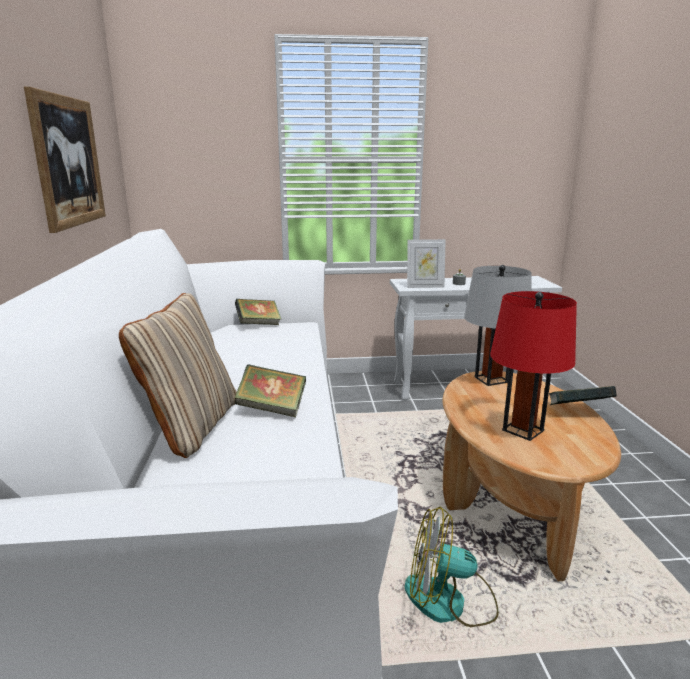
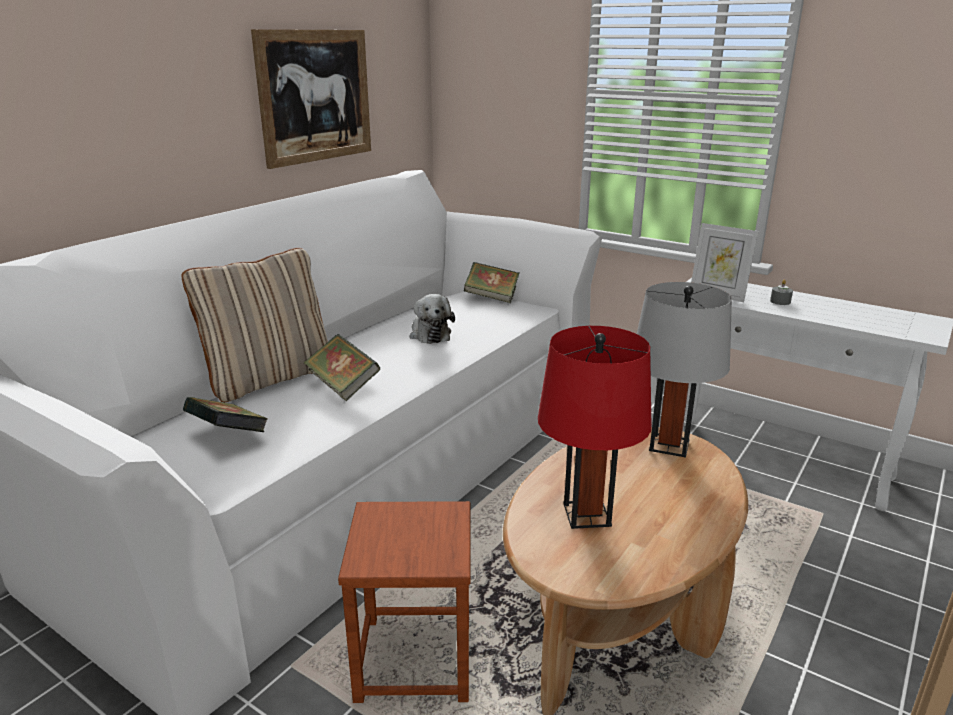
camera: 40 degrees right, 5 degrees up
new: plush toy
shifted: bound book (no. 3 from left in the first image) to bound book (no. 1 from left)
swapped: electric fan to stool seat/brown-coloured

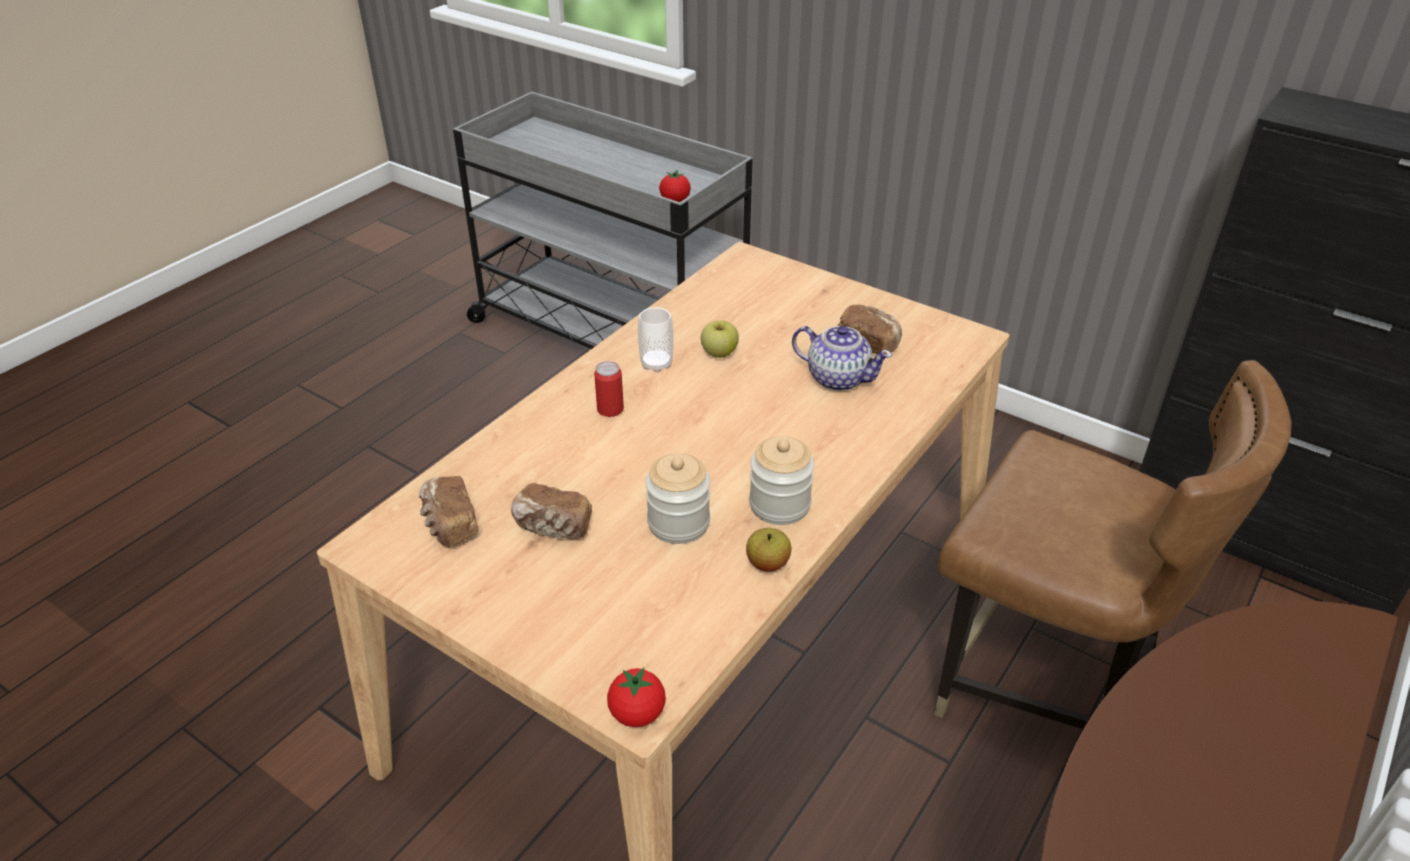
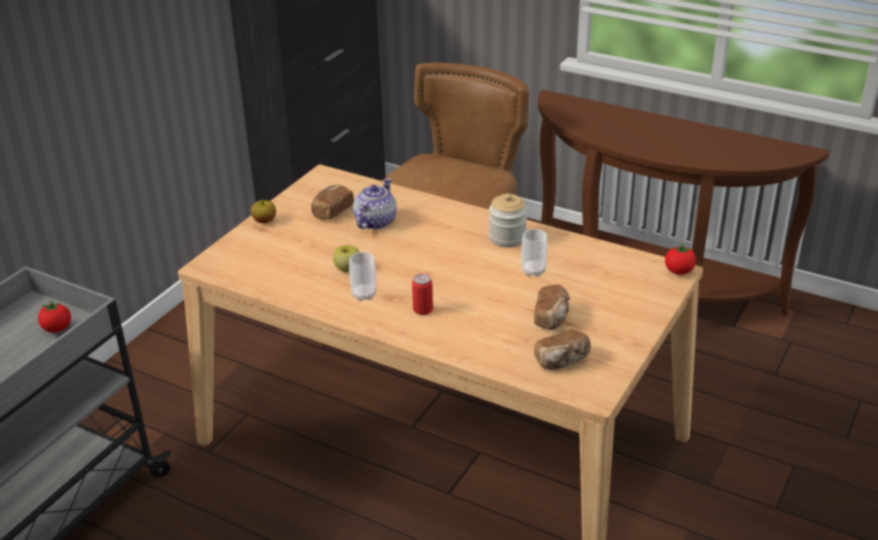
camera: 95 degrees left, 5 degrees down
shifted: apple (no. 2 from left in the first image) to apple (no. 1 from left)
swapped: jar (no. 1 from left) to cup (no. 2 from left)

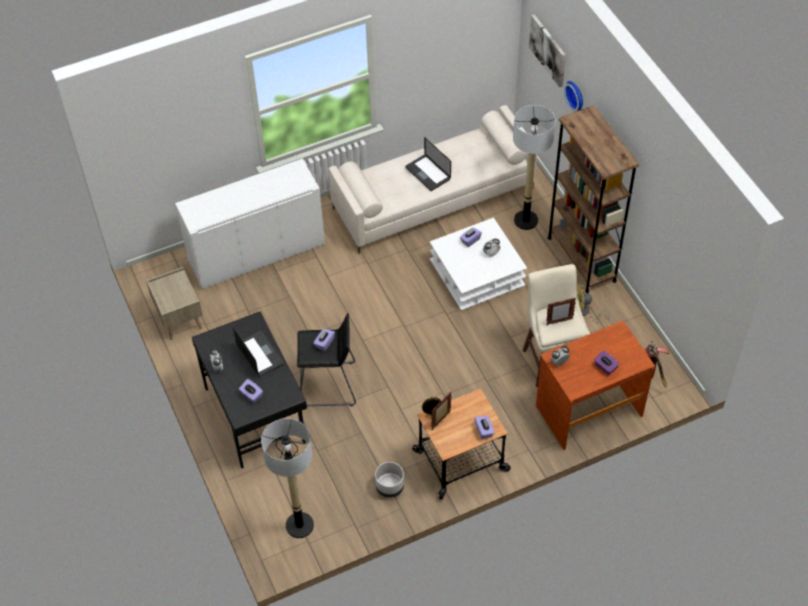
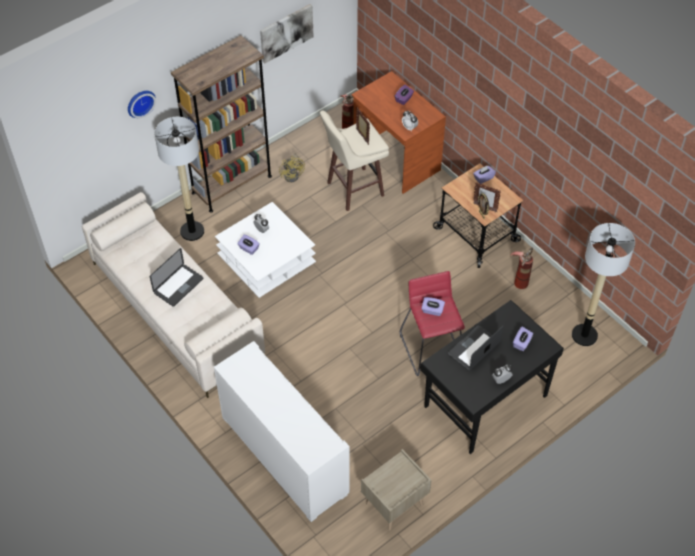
camera: 105 degrees left, 0 degrees up
shifted: wall art
swapped: flower pot/grey to fire extinguisher (no. 2 from left)
repainted: stool seat/blackish to stool seat/red-coloured

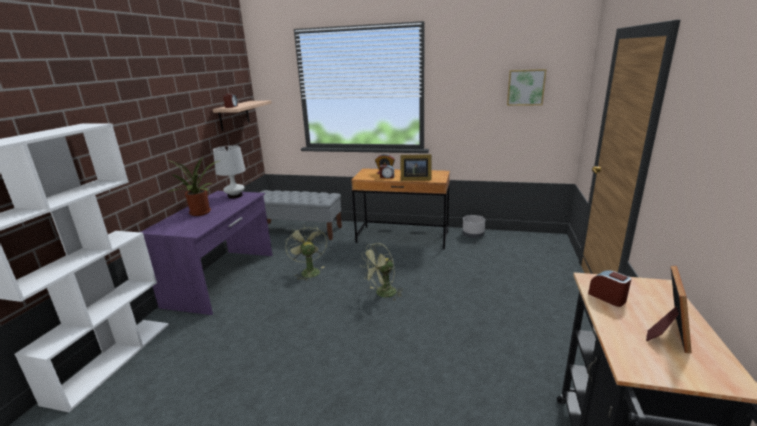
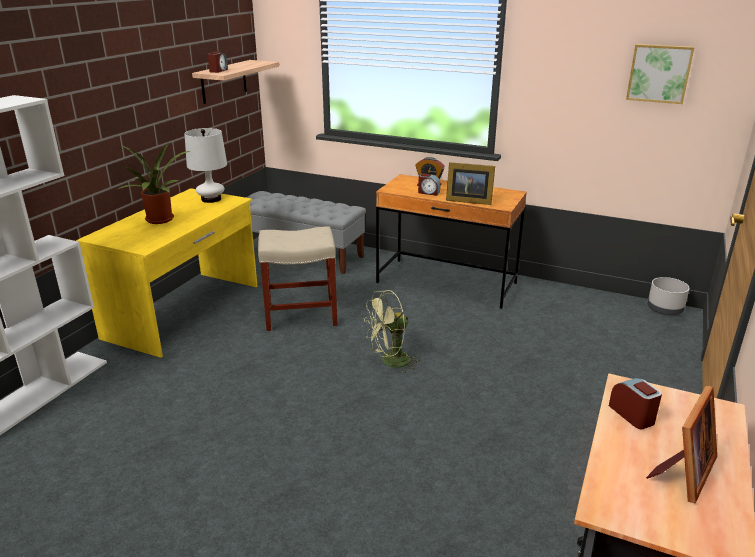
camera: 10 degrees right, 5 degrees up
shifted: flower pot/grey
swapped: electric fan/green (no. 1 from left) to stool seat/sand-coloured
repainted: desk/purple to desk/yellow

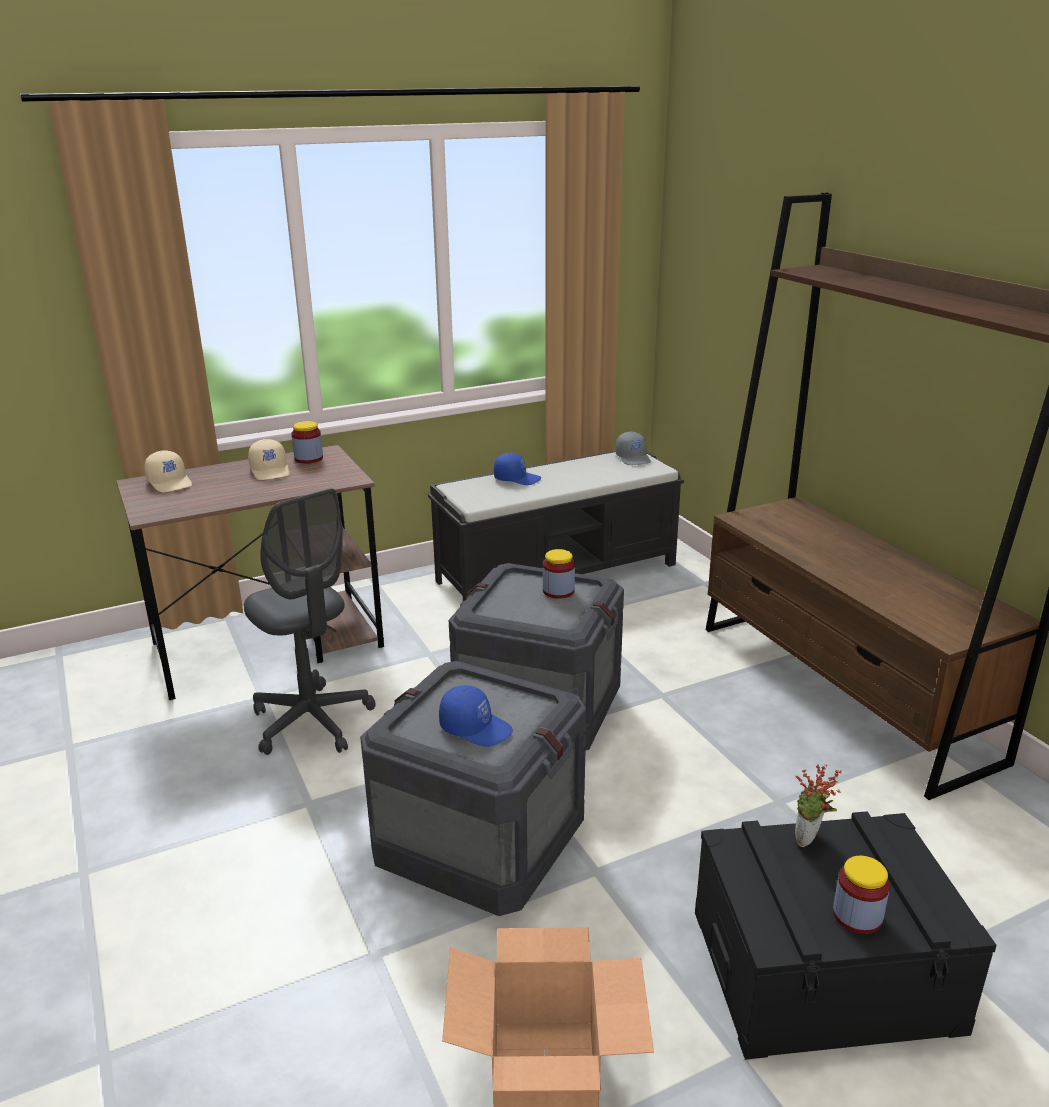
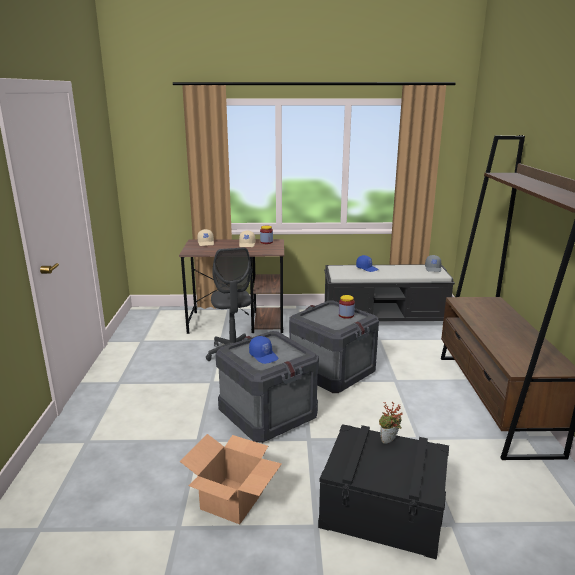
camera: 25 degrees right, 5 degrees down
gone: jar (no. 3 from left)

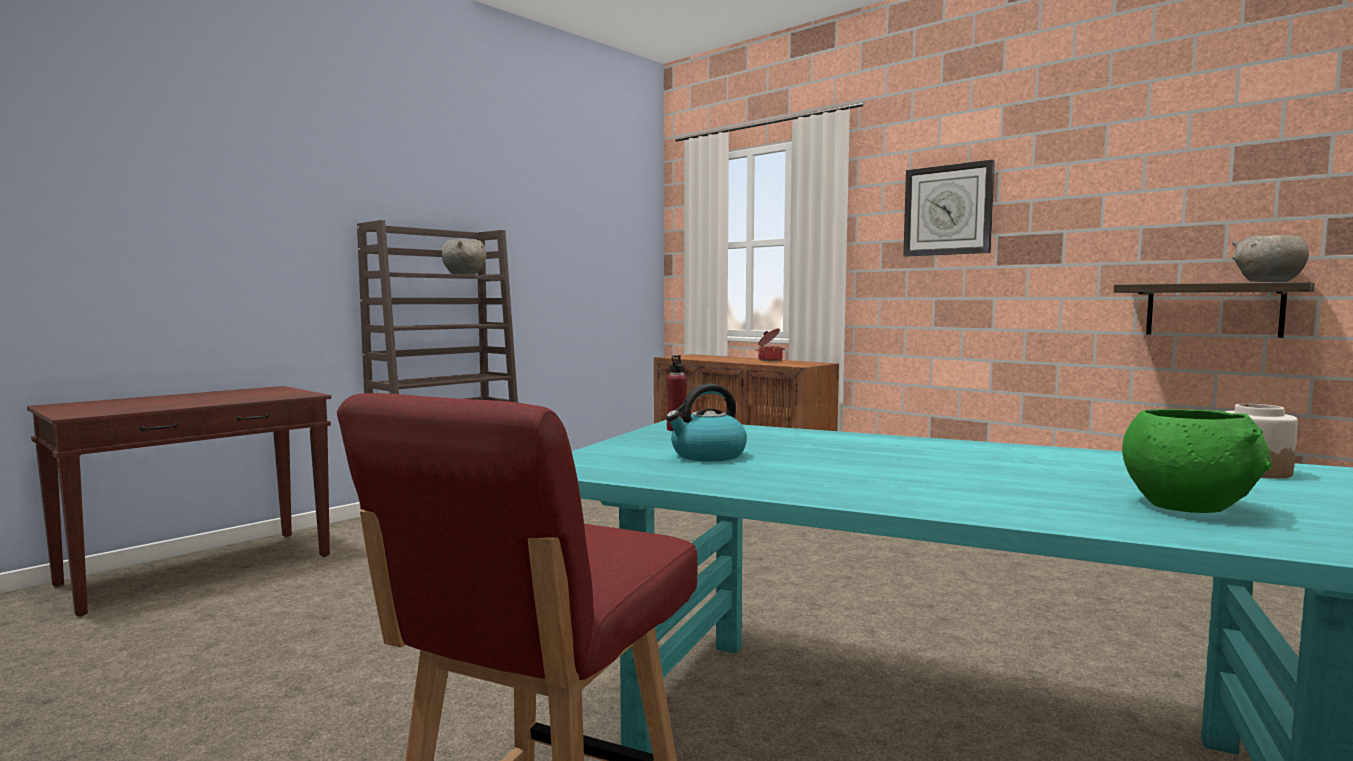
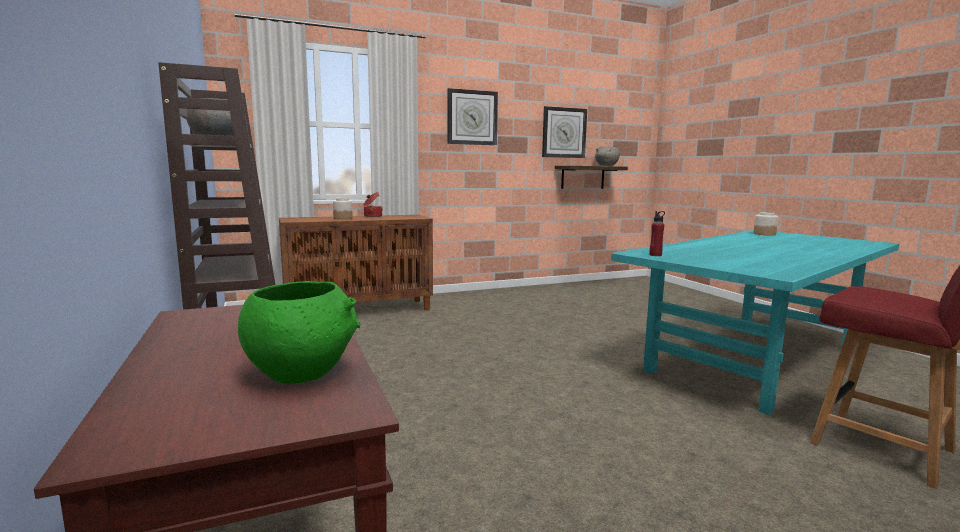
camera: 65 degrees left, 5 degrees up
gone: tea kettle
new: jar (no. 1 from left); wall clock (no. 2 from left)
shifted: deep dish/green

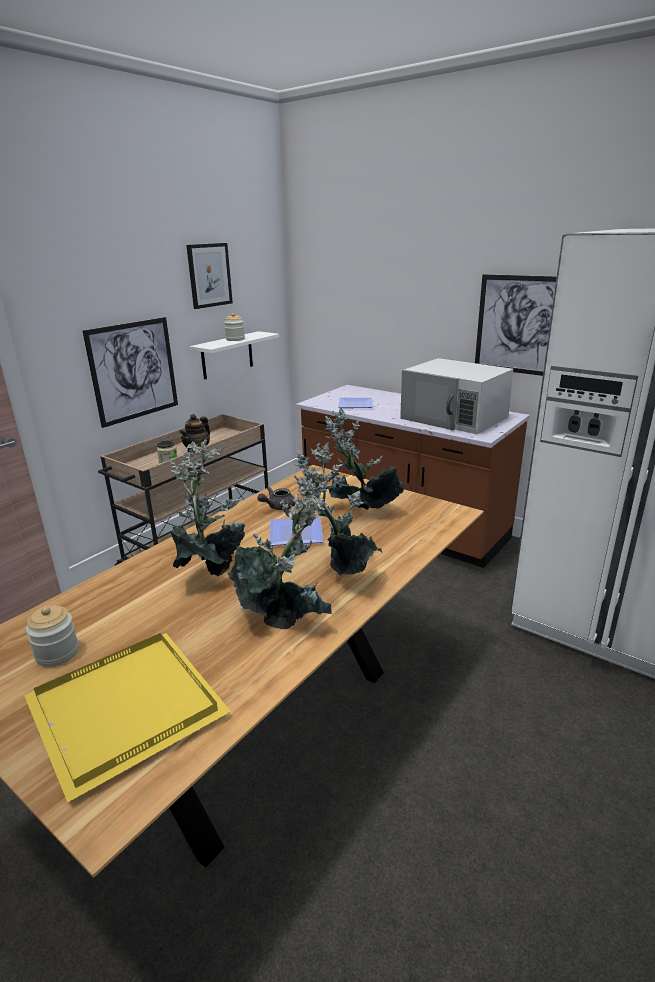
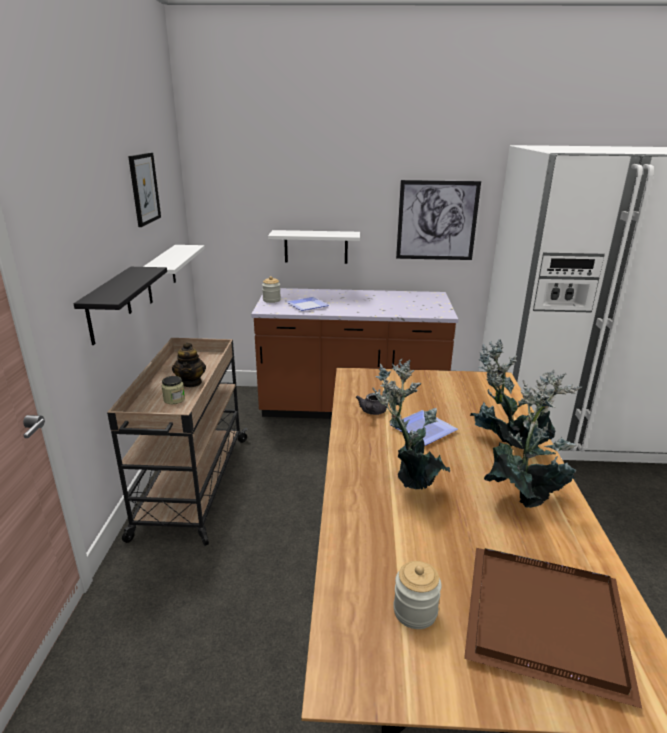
camera: 35 degrees left, 0 degrees up
gone: potted plant (no. 4 from left); microwave oven/white
new: bracket shelf/white (no. 2 from left)
shifted: jar (no. 3 from left in the first image) to jar (no. 2 from left)
swapped: wall art (no. 1 from left) to bracket shelf/blackish
repainted: serving tray/yellow to serving tray/brown-coloured

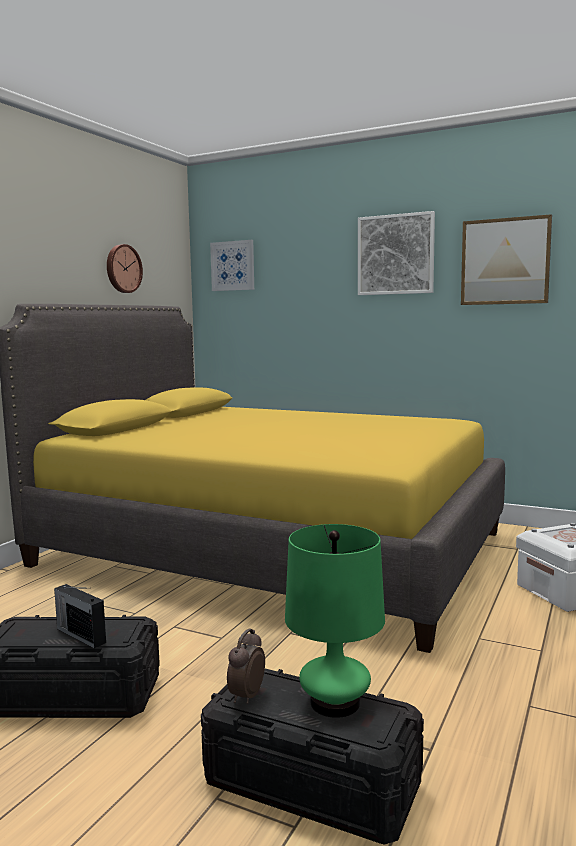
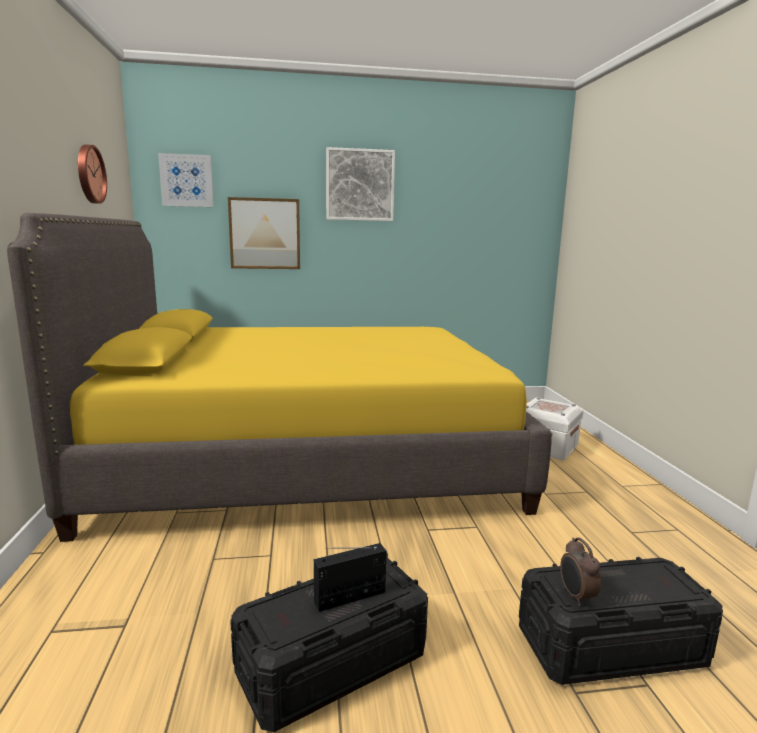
camera: 35 degrees left, 5 degrees up
gone: tabletop lamp/green
shifted: wall art (no. 3 from left in the first image) to wall art (no. 2 from left)
rotated: radio receiver 150 degrees clockwise

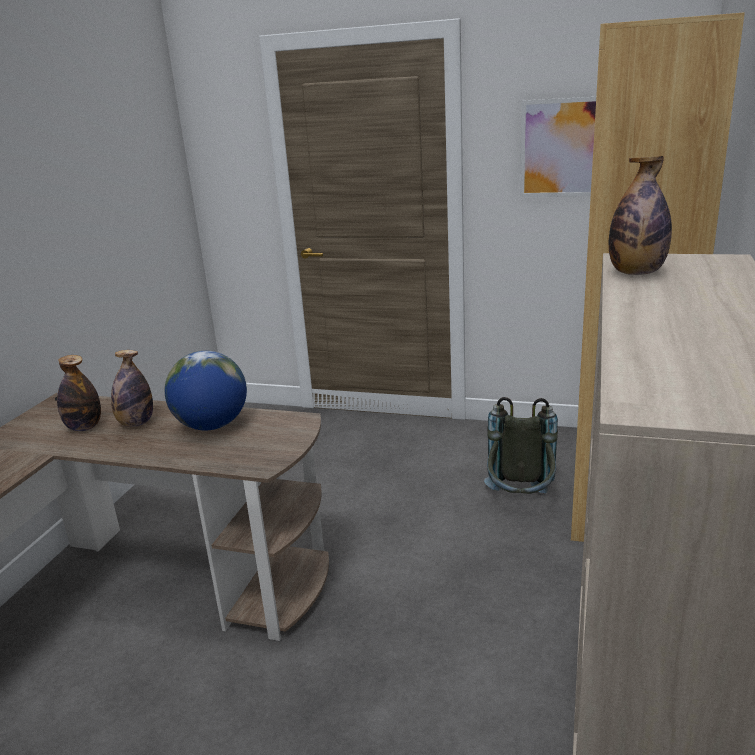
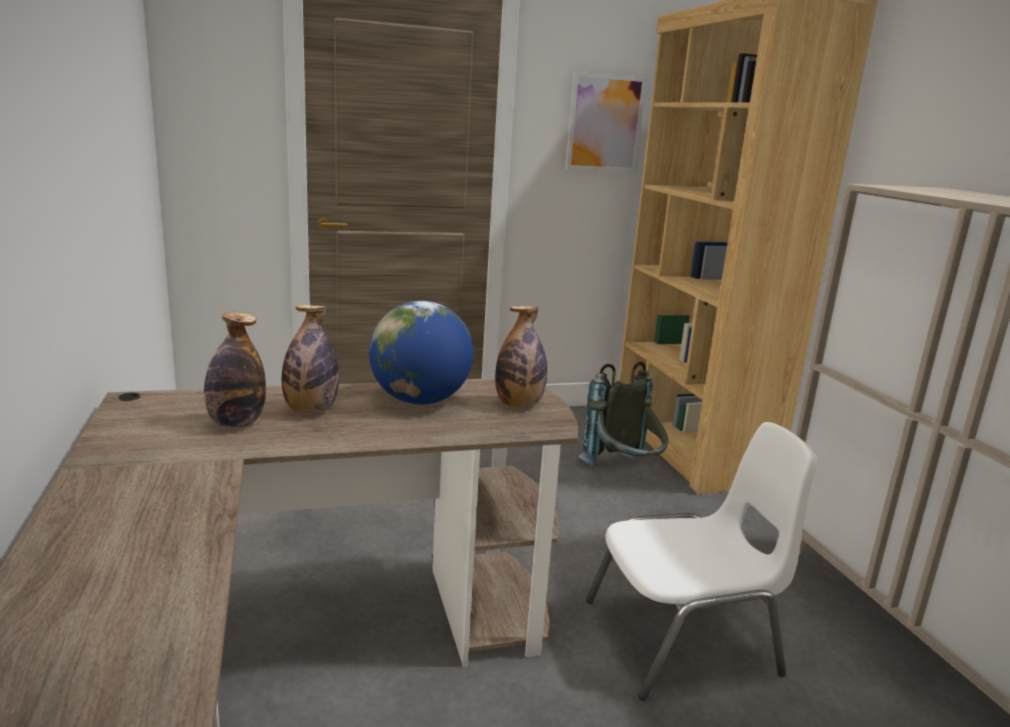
camera: 35 degrees left, 5 degrees down
new: upright chair/white
shifted: beverage bottle (no. 3 from left)

